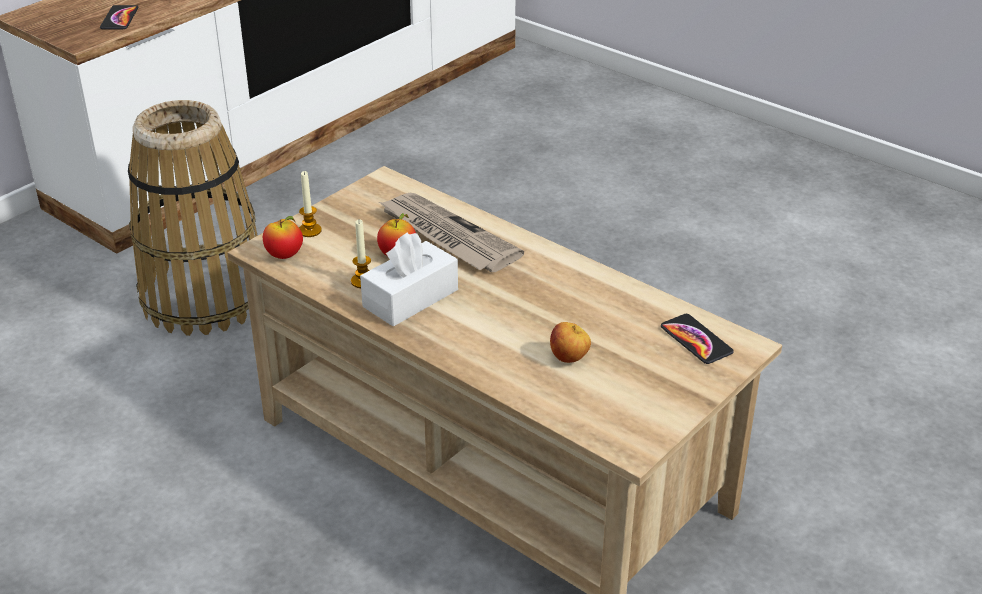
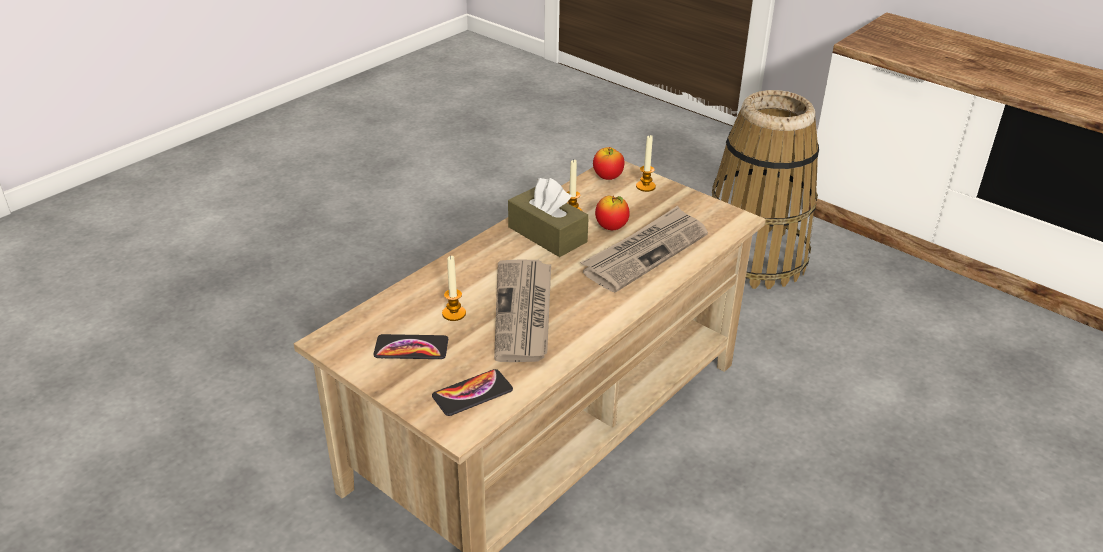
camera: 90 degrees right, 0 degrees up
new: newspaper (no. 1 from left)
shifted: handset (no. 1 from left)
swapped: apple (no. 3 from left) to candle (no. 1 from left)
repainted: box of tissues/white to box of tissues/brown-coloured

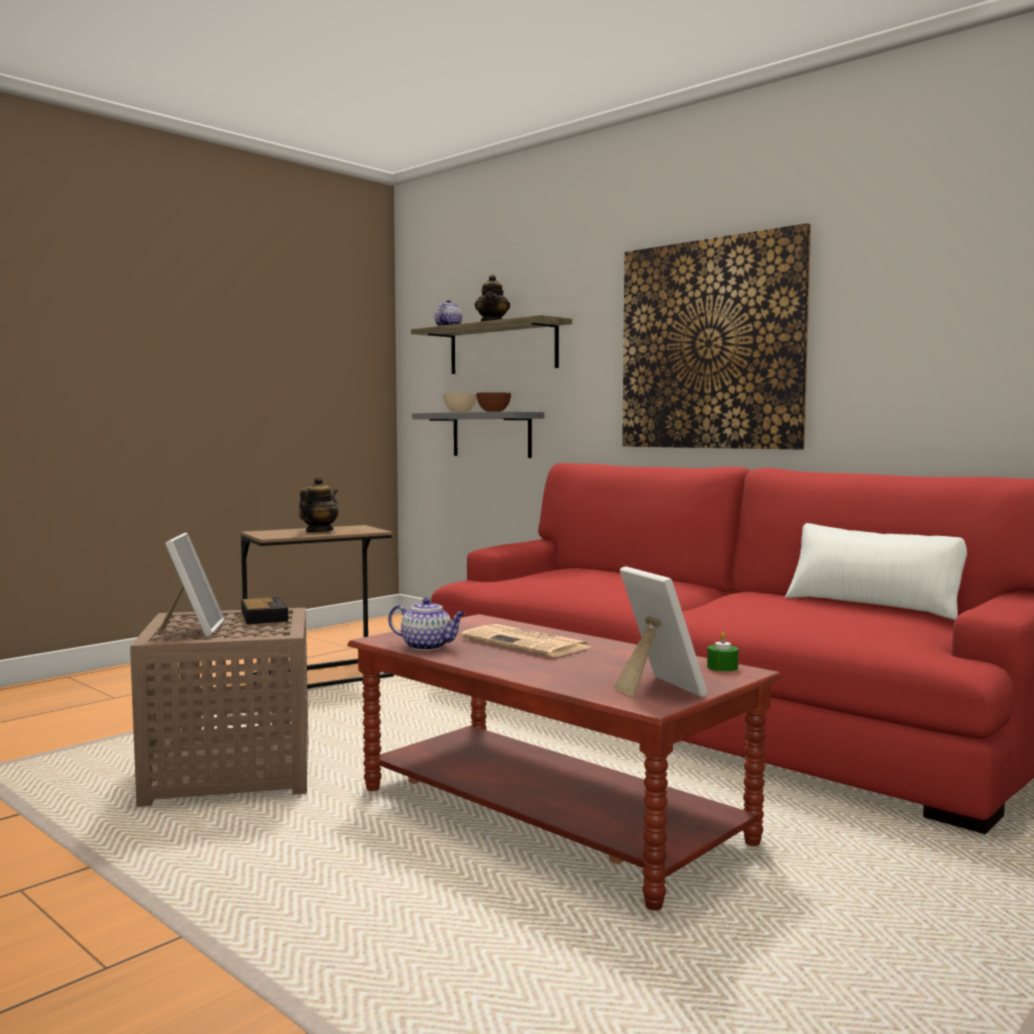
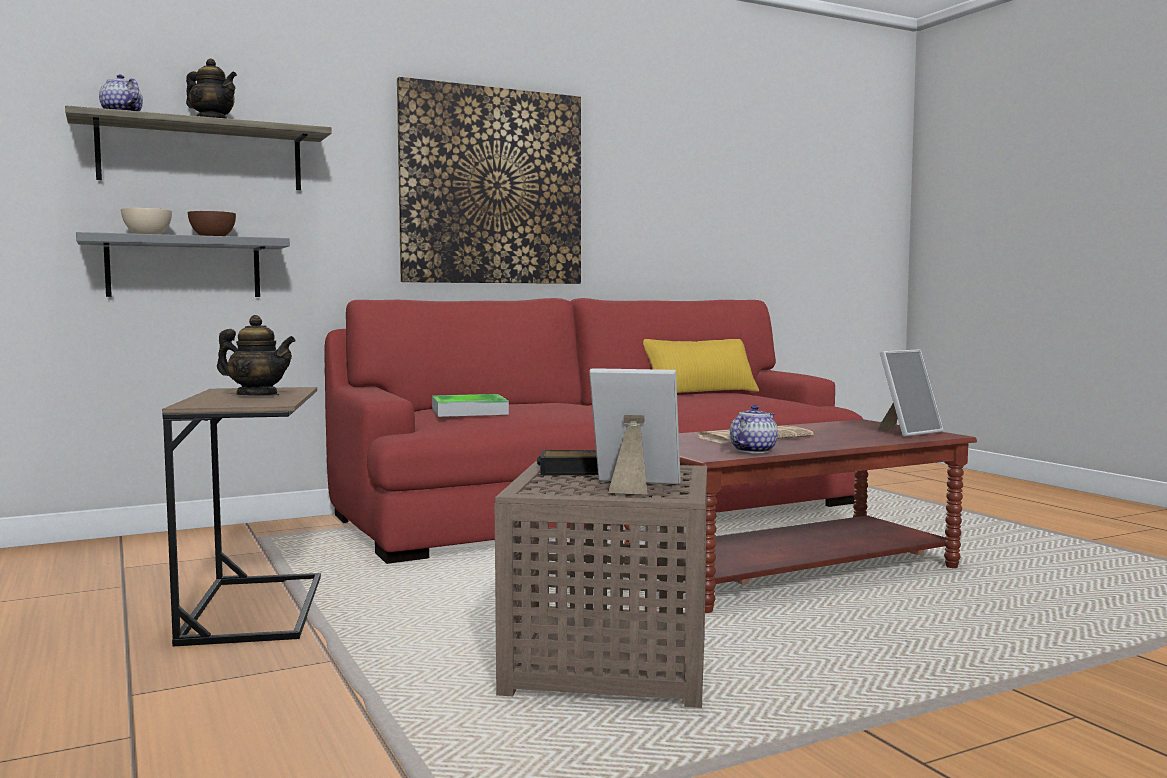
camera: 70 degrees left, 0 degrees up
gone: candle/green
new: serving tray
repainted: cushion/white to cushion/yellow
rotated: pot for tea (no. 1 from left in the first image) 150 degrees clockwise; photo frame (no. 2 from left) 150 degrees clockwise

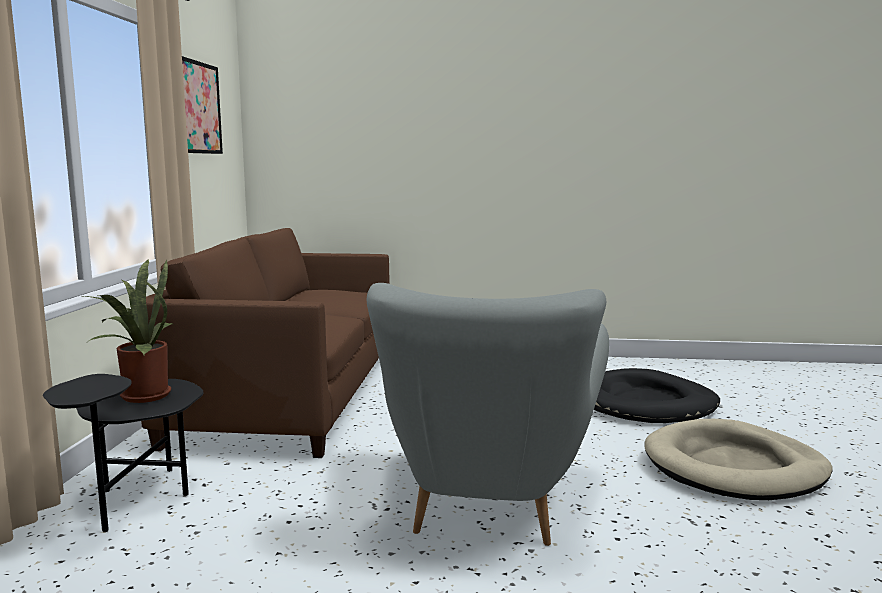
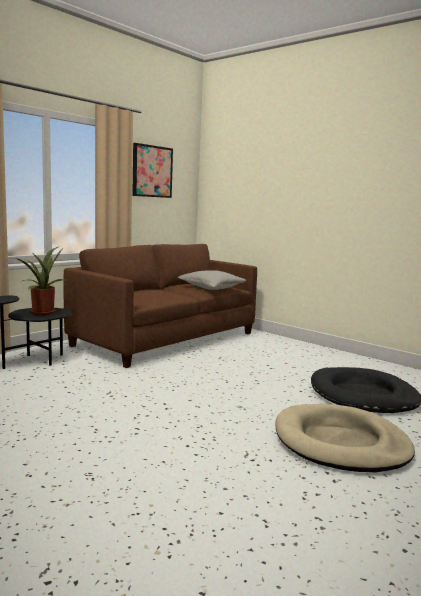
camera: 35 degrees right, 0 degrees up
gone: easy chair/grey
new: cushion/grey

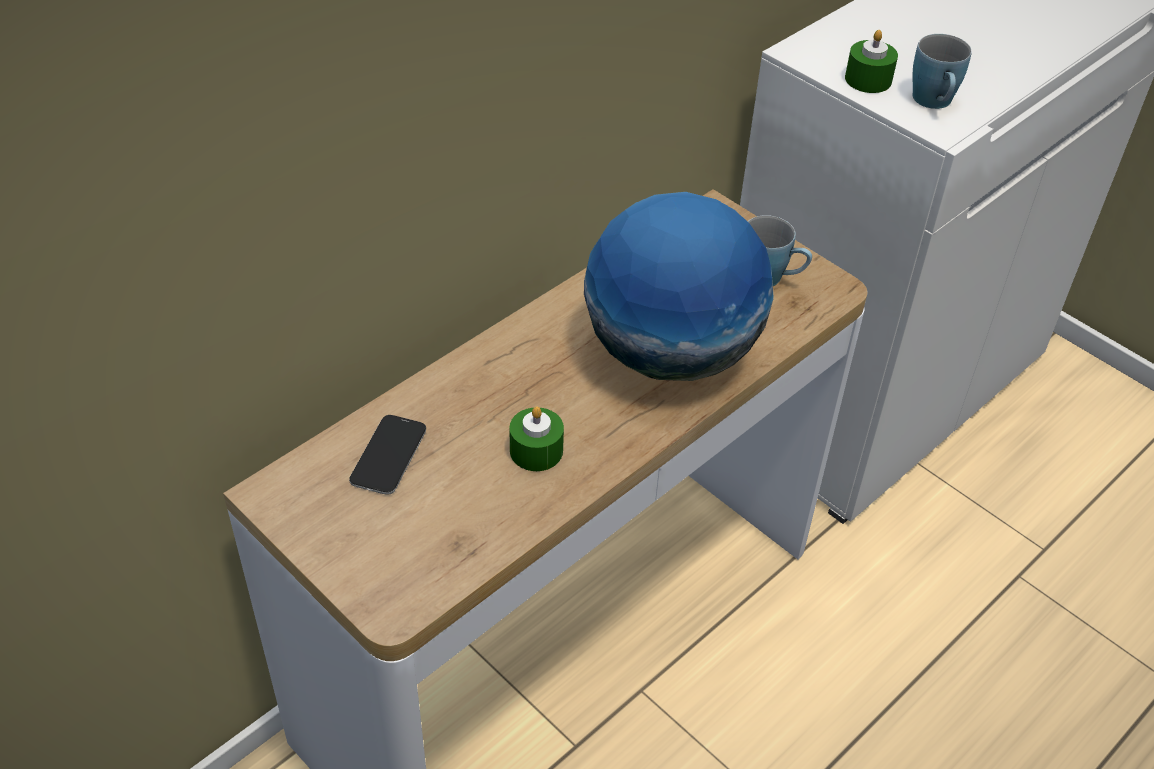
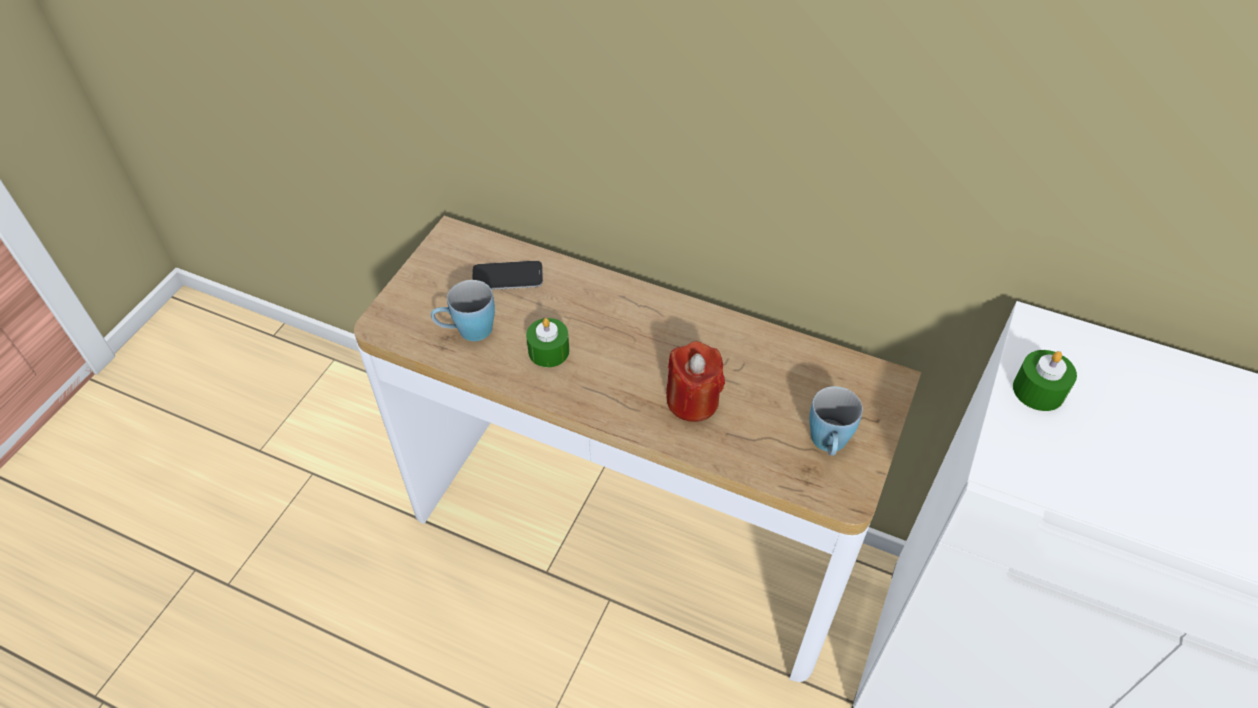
camera: 70 degrees right, 5 degrees up
shifted: coffee mug/bluish (no. 2 from left in the first image) to coffee mug/bluish (no. 1 from left)
swapped: world globe to candle/red-coloured

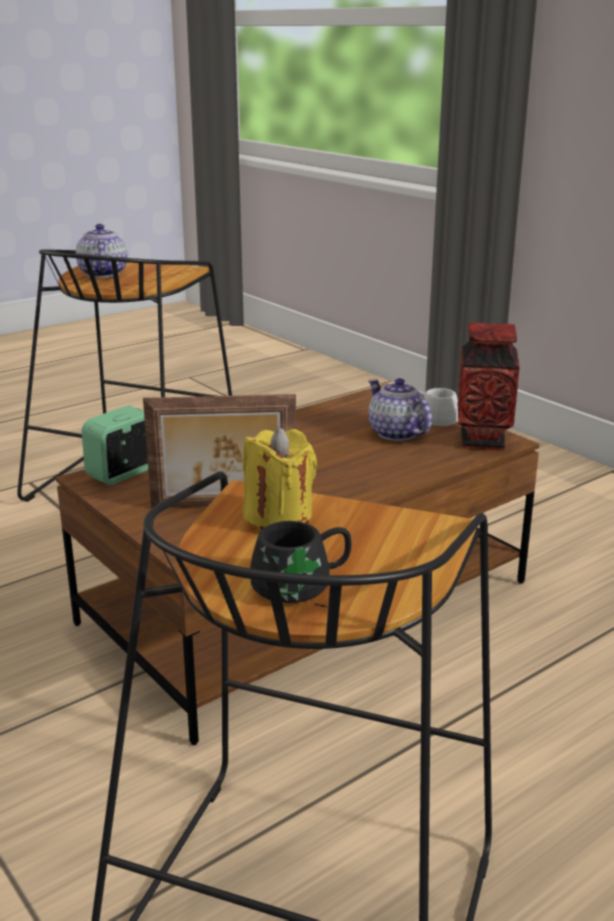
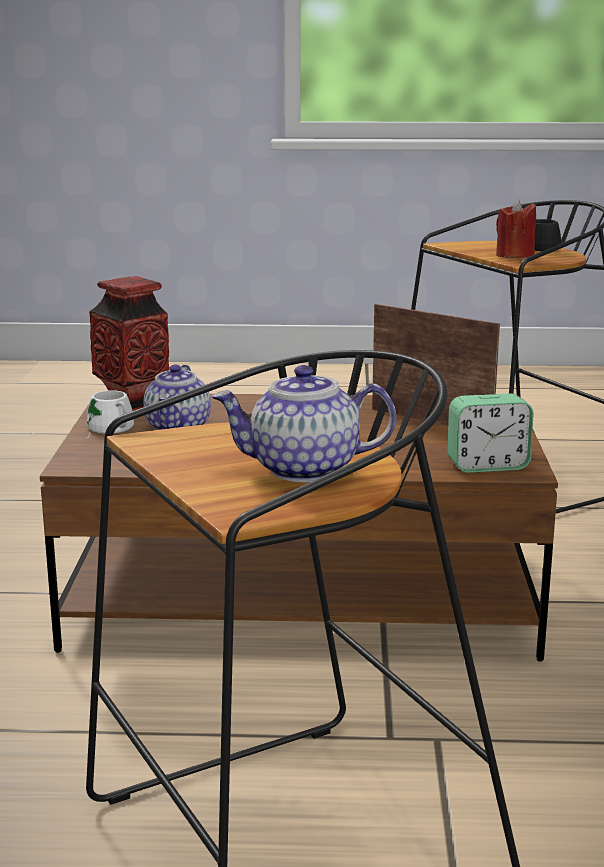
camera: 140 degrees left, 5 degrees down
repainted: candle/yellow to candle/red-coloured
rotated: pot for tea (no. 1 from left in the first image) 60 degrees clockwise

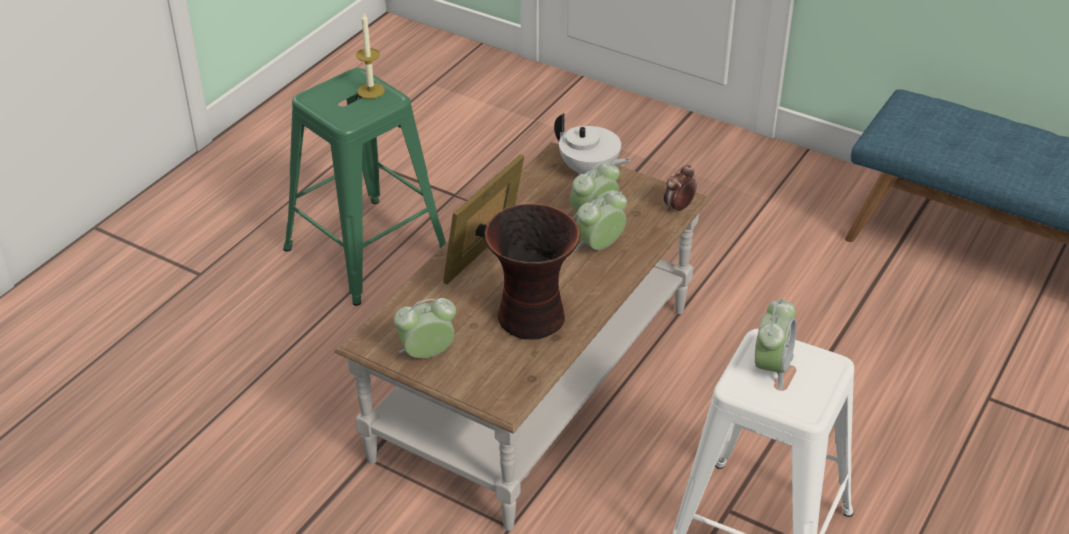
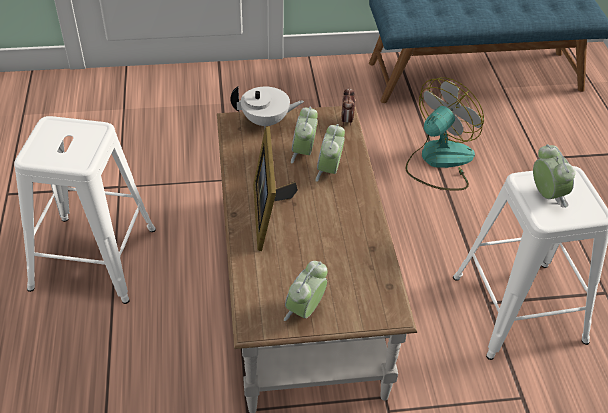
camera: 40 degrees left, 5 degrees up
gone: candle; vase
new: electric fan
repainted: stool seat/green to stool seat/white (no. 1 from left)

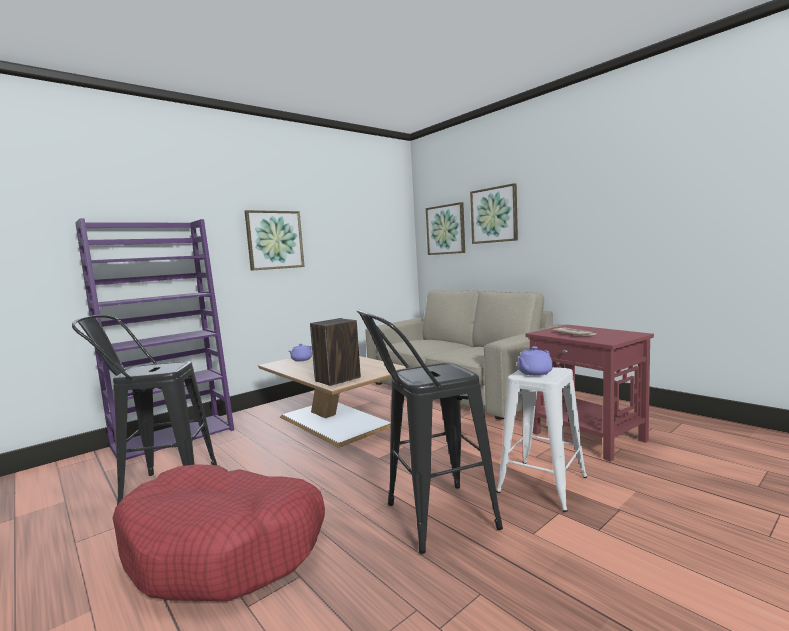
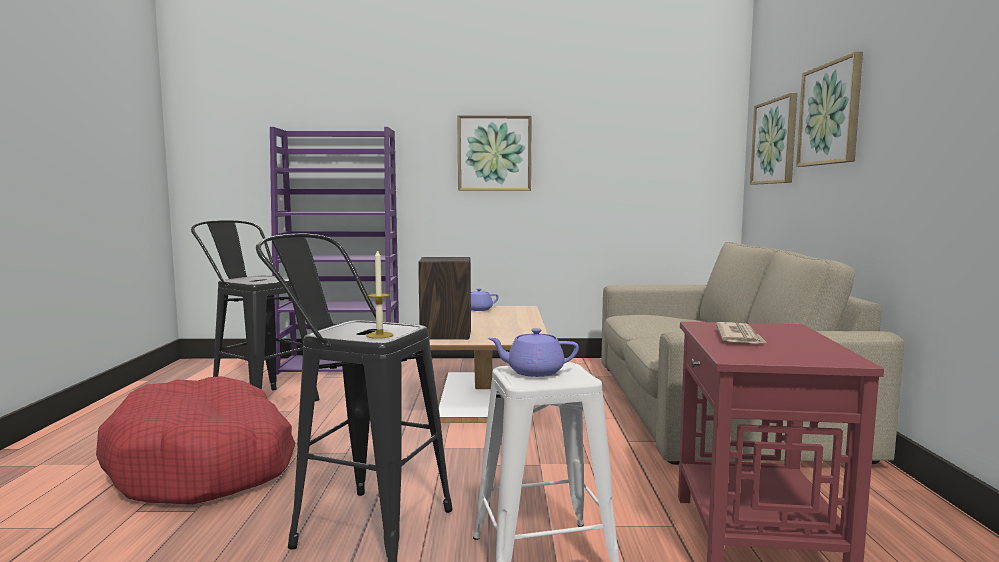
camera: 40 degrees right, 0 degrees up
new: candle

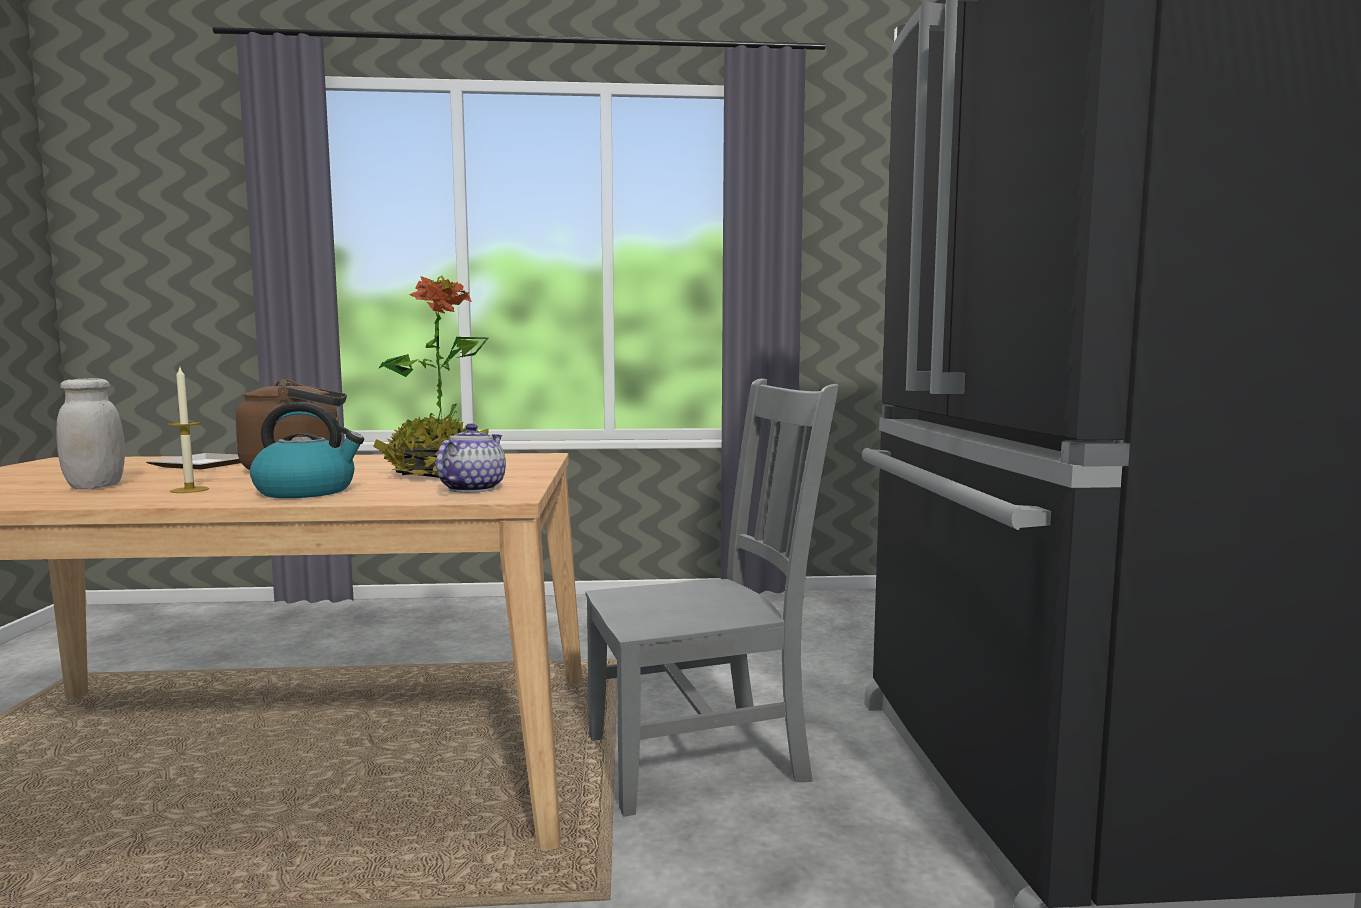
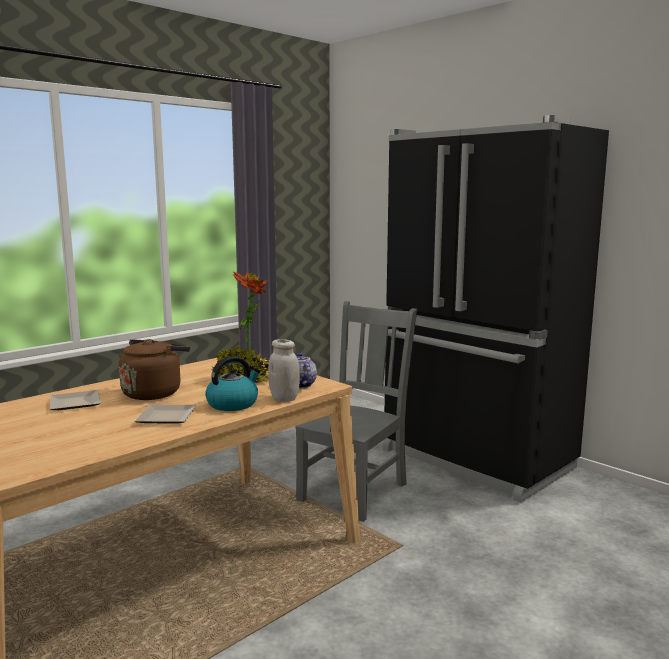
camera: 40 degrees left, 5 degrees up
shifted: jar/white
swapped: candle to plate (no. 2 from left)

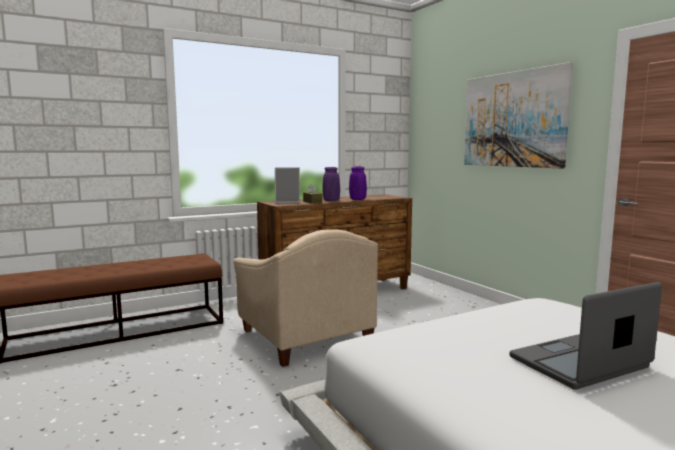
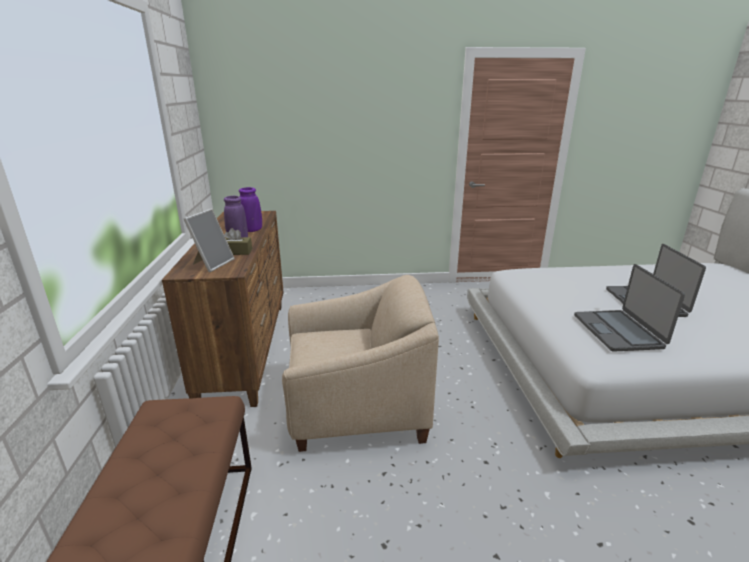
camera: 65 degrees left, 15 degrees up
gone: wall art
new: portable computer (no. 1 from left)

